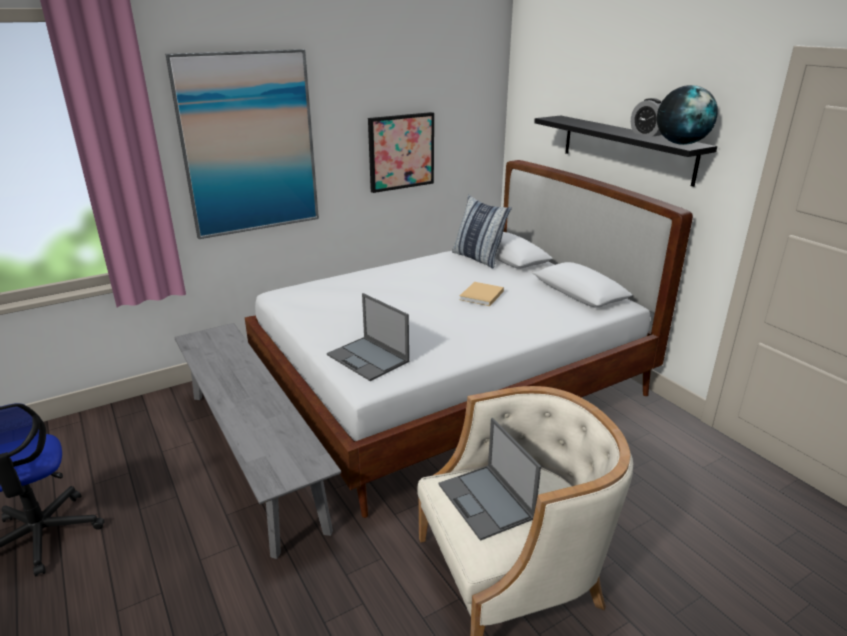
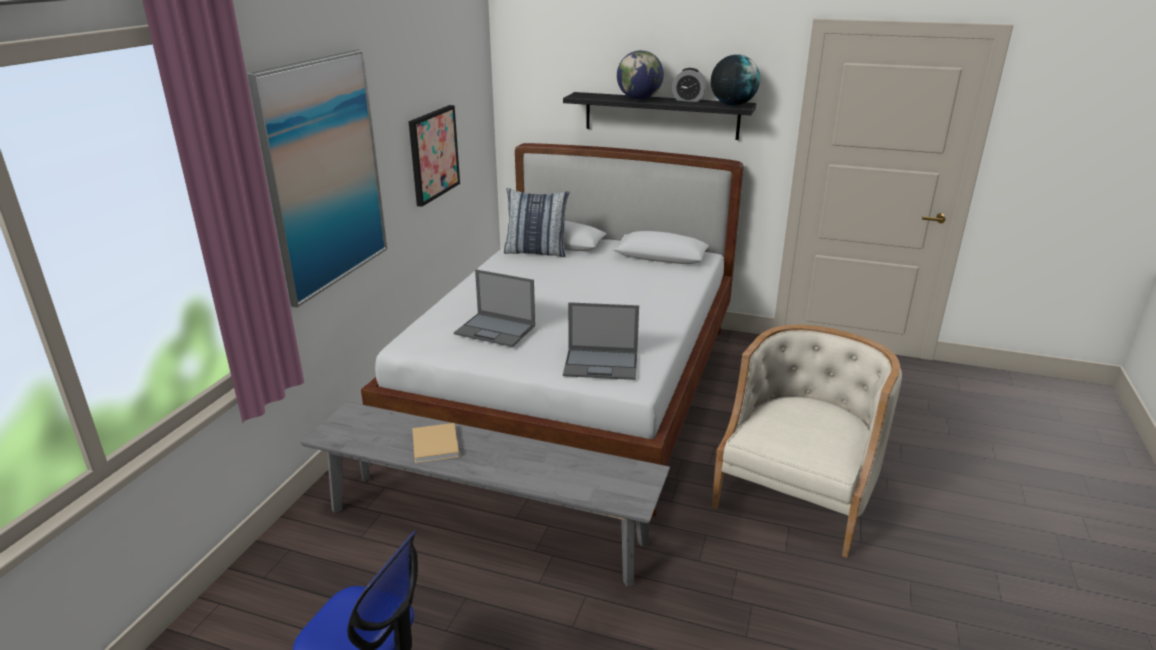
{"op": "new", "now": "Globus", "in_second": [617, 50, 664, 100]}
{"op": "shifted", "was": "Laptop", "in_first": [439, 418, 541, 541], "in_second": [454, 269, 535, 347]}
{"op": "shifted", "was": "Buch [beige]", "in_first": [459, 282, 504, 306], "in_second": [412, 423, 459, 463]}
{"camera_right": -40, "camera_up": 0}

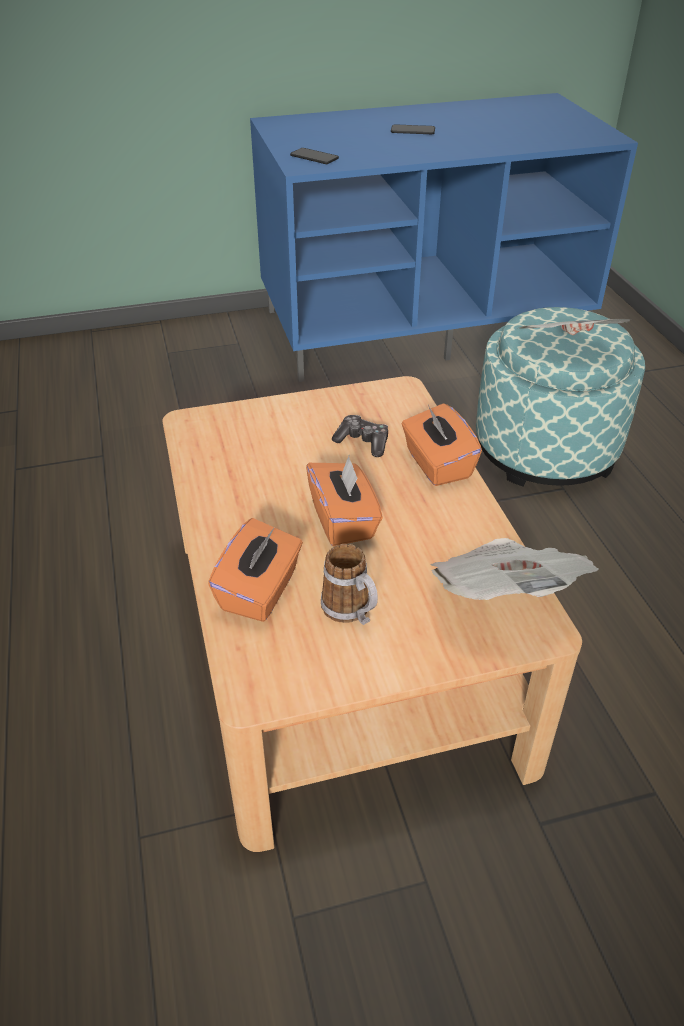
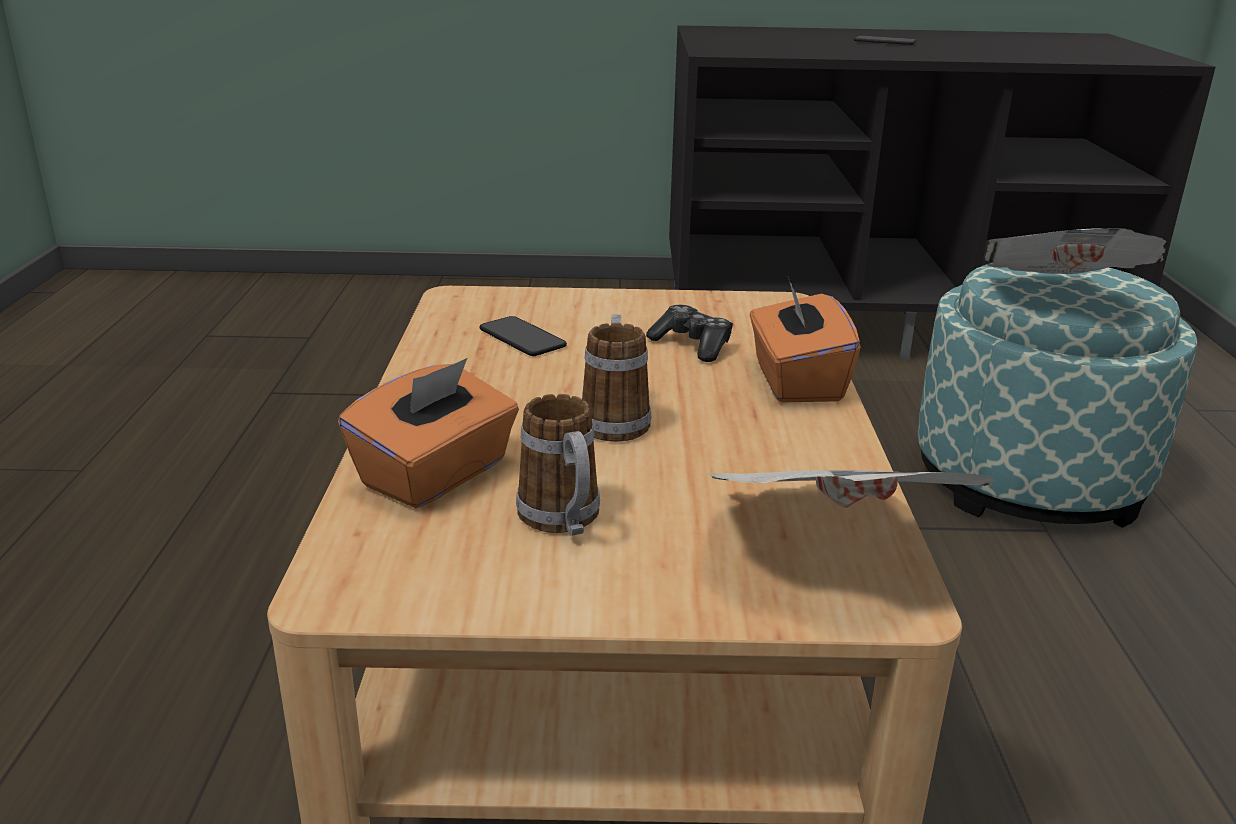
{"op": "shifted", "was": "Handy", "in_first": [290, 148, 339, 164], "in_second": [480, 316, 567, 356]}
{"op": "swapped", "was": "Taschentuchbox [orange]", "now": "Henkelbecher", "in_first": [306, 456, 383, 546], "in_second": [582, 314, 651, 442]}
{"op": "repainted", "was": "Fernsehschrank [blau]", "now": "Fernsehschrank [schwarz]", "in_first": [250, 93, 638, 382], "in_second": [669, 25, 1215, 360]}
{"camera_right": 15, "camera_up": -15}

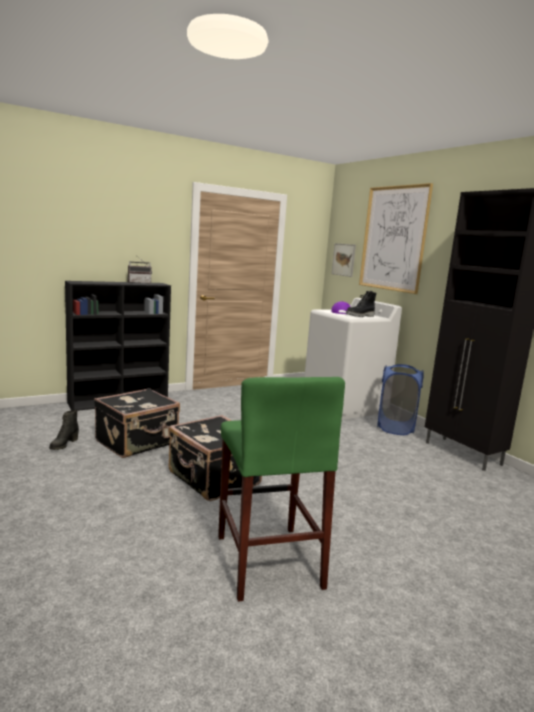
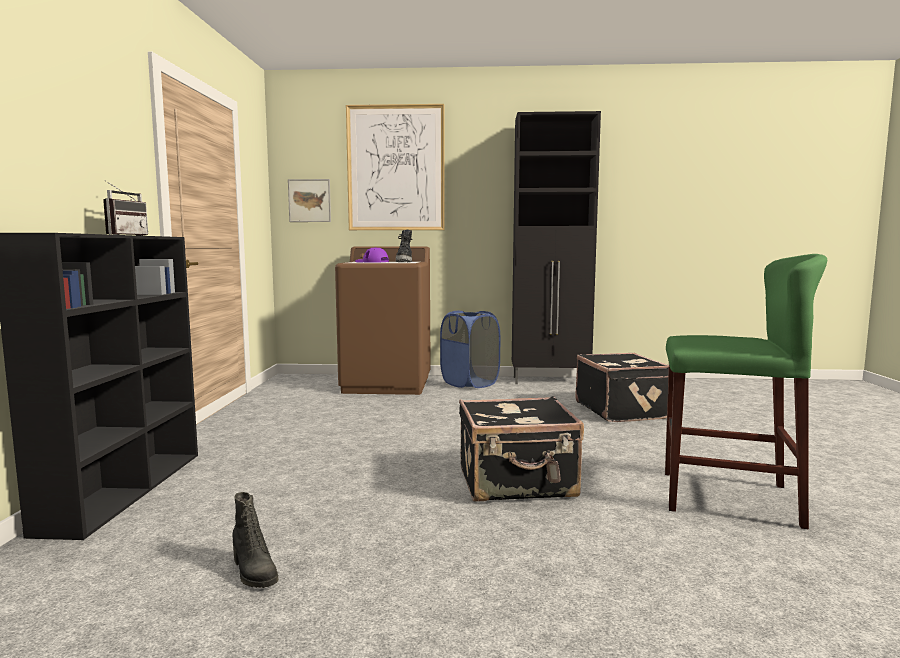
{"op": "shifted", "was": "Koffer [schwarz]", "in_first": [94, 388, 180, 458], "in_second": [575, 353, 669, 422]}
{"op": "repainted", "was": "Waschmaschine [weiß]", "now": "Waschmaschine [braun]", "in_first": [304, 298, 402, 420], "in_second": [335, 246, 431, 395]}
{"camera_right": -55, "camera_up": -5}

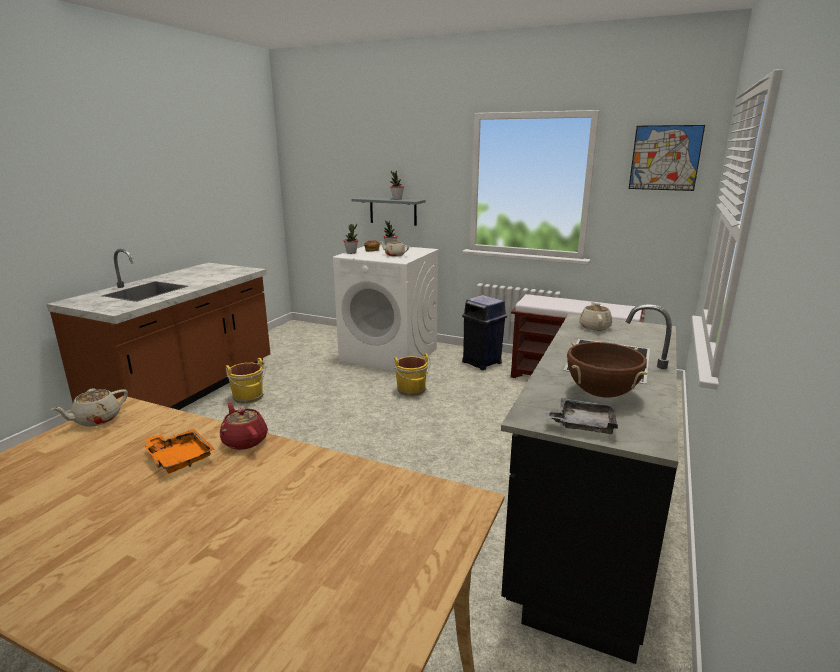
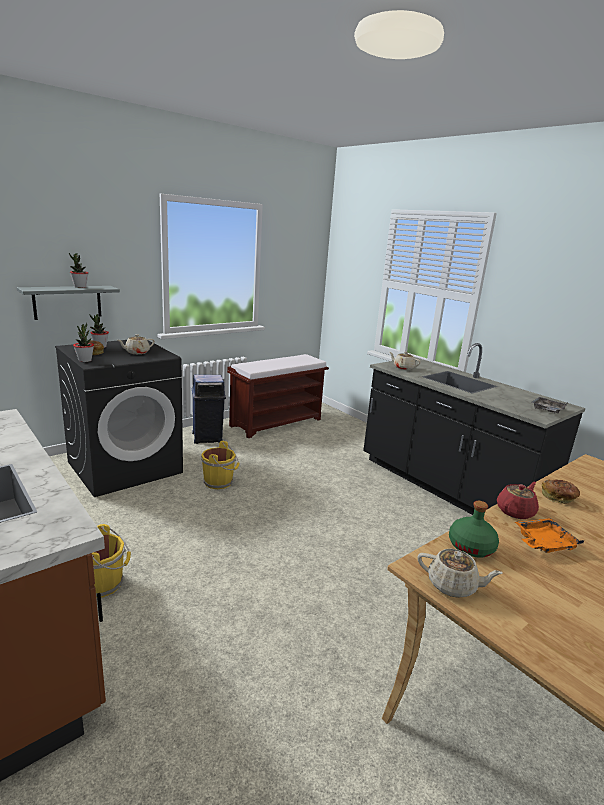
{"op": "gone", "was": "Kochtopf [braun]", "in_first": [567, 342, 648, 398]}
{"op": "gone", "was": "Bild", "in_first": [629, 125, 705, 191]}
{"op": "new", "now": "Flasche [grün]", "in_second": [449, 501, 499, 558]}
{"op": "new", "now": "Brot", "in_second": [542, 479, 580, 504]}
{"op": "repainted", "was": "Waschmaschine [weiß]", "now": "Waschmaschine [schwarz]", "in_first": [333, 244, 439, 372], "in_second": [55, 340, 183, 497]}
{"op": "rotated", "was": "Teekanne [beige]", "in_first": [51, 388, 128, 427], "in_second": [418, 549, 503, 598], "clockwise": -45}
{"op": "rotated", "was": "Teekanne [rot]", "in_first": [220, 402, 268, 450], "in_second": [497, 482, 539, 519], "clockwise": 150}
{"camera_right": -65, "camera_up": 0}

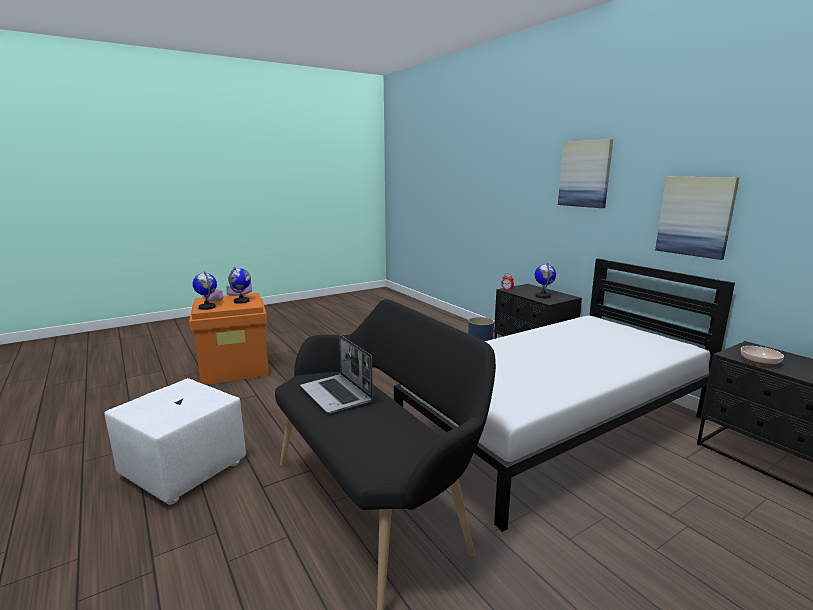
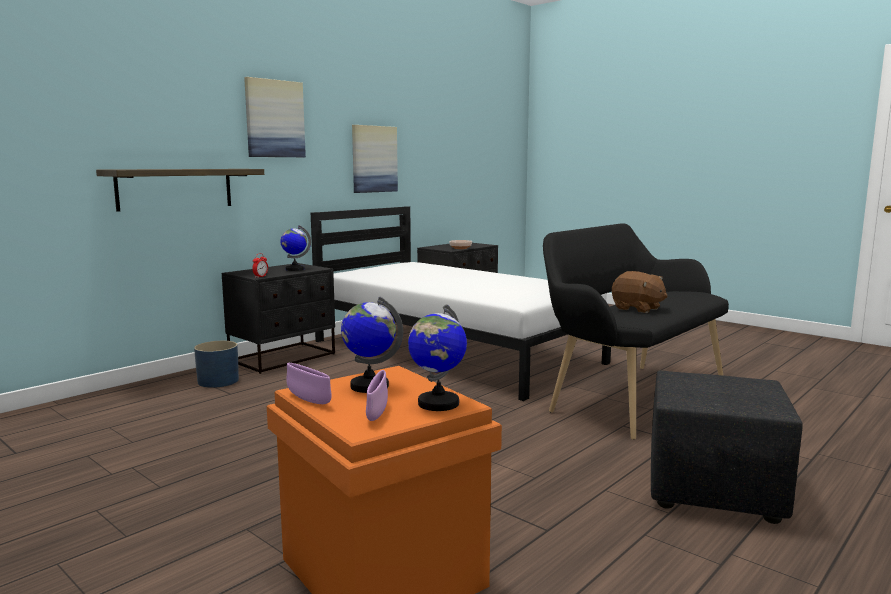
{"op": "new", "now": "Wandregal", "in_second": [96, 169, 264, 212]}
{"op": "swapped", "was": "Laptop", "now": "Plüschtier [braun]", "in_first": [300, 335, 373, 413], "in_second": [612, 271, 667, 313]}
{"op": "repainted", "was": "Polsterhocker [weiß]", "now": "Polsterhocker [schwarz]", "in_first": [104, 378, 246, 505], "in_second": [651, 370, 803, 524]}
{"camera_right": -105, "camera_up": -5}

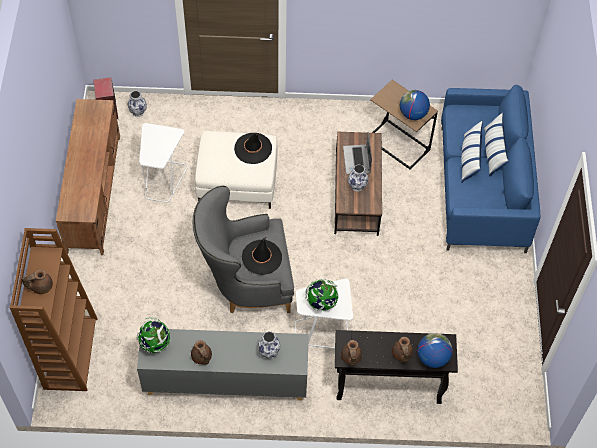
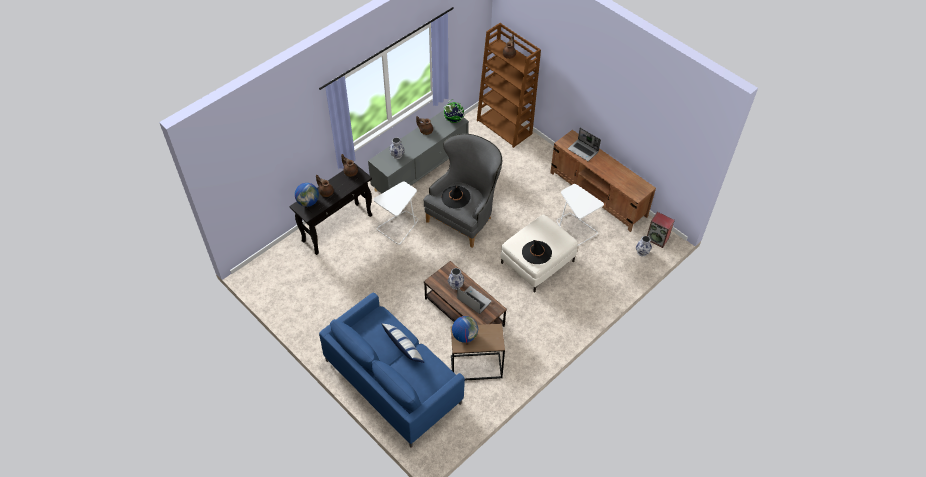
{"op": "gone", "was": "Globus", "in_first": [305, 279, 339, 311]}
{"op": "gone", "was": "Kissen", "in_first": [484, 112, 509, 177]}
{"op": "new", "now": "Laptop", "in_second": [568, 128, 601, 161]}
{"camera_right": 135, "camera_up": -5}

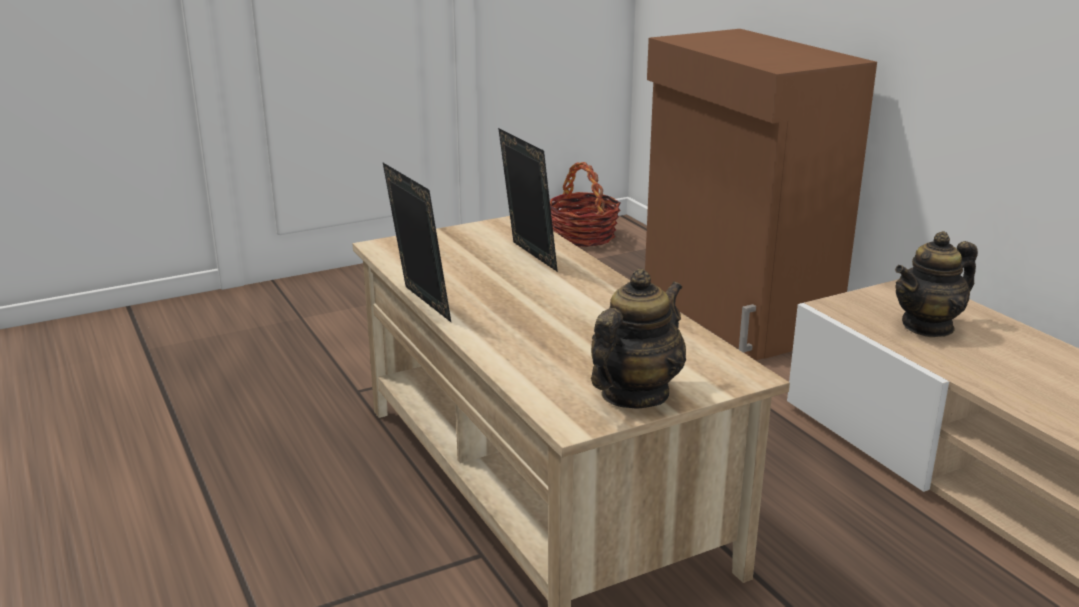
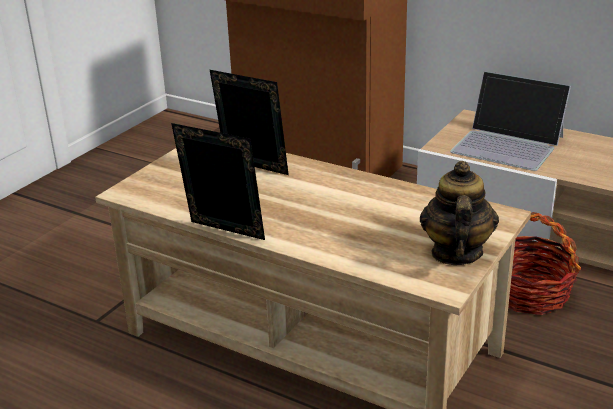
{"op": "shifted", "was": "Korb", "in_first": [550, 162, 621, 247], "in_second": [508, 212, 581, 315]}
{"op": "swapped", "was": "Teekanne", "now": "Laptop", "in_first": [895, 231, 978, 337], "in_second": [450, 71, 571, 171]}
{"camera_right": -30, "camera_up": 5}

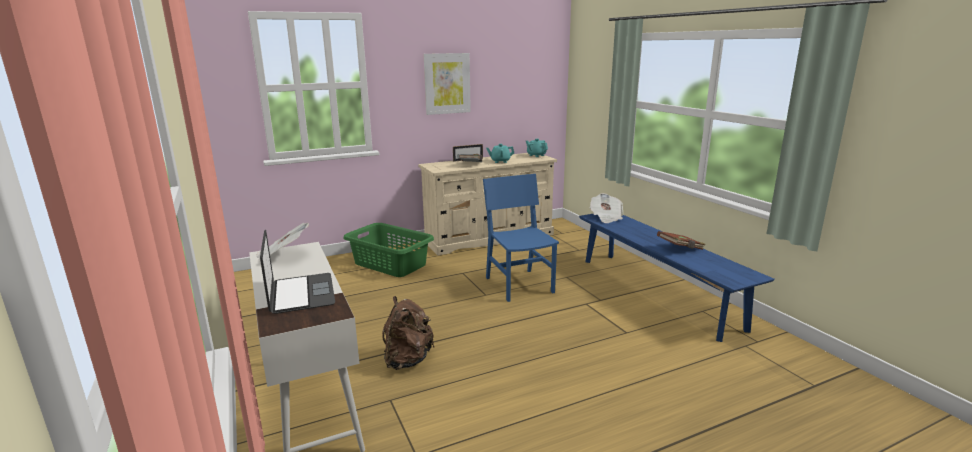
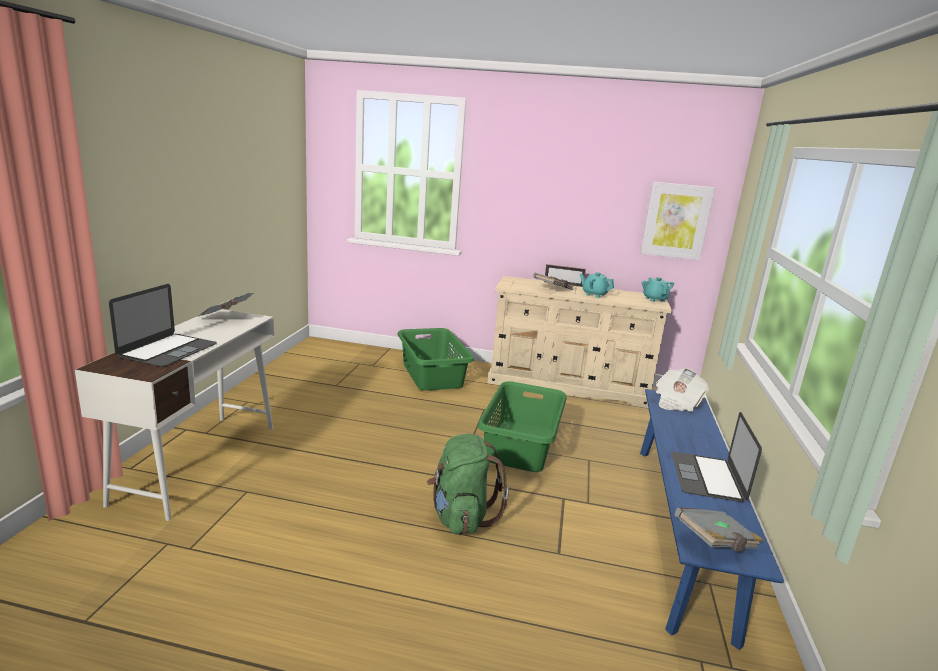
{"op": "gone", "was": "Rucksack [braun]", "in_first": [382, 296, 434, 370]}
{"op": "new", "now": "Rucksack [grün]", "in_second": [427, 434, 509, 535]}
{"op": "new", "now": "Buch [grau]", "in_second": [675, 507, 764, 552]}
{"op": "shifted", "was": "Bild", "in_first": [424, 53, 471, 115], "in_second": [640, 182, 715, 260]}
{"op": "swapped", "was": "Stuhl [blau]", "now": "Wäschekorb [grün]", "in_first": [483, 174, 559, 302], "in_second": [478, 381, 567, 472]}
{"op": "swapped", "was": "Buch [braun]", "now": "Laptop", "in_first": [657, 231, 706, 250], "in_second": [671, 412, 762, 502]}
{"camera_right": 35, "camera_up": 0}

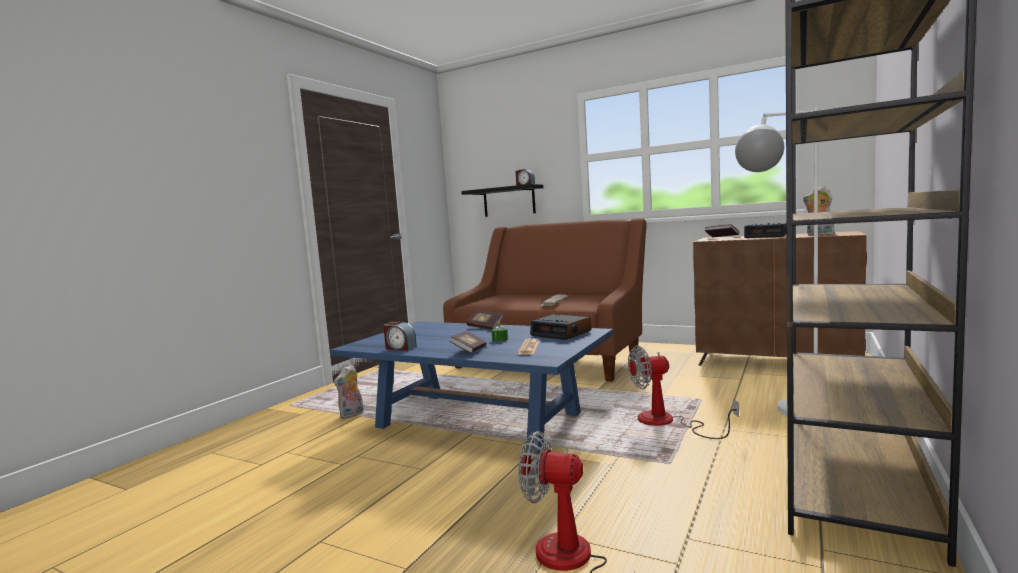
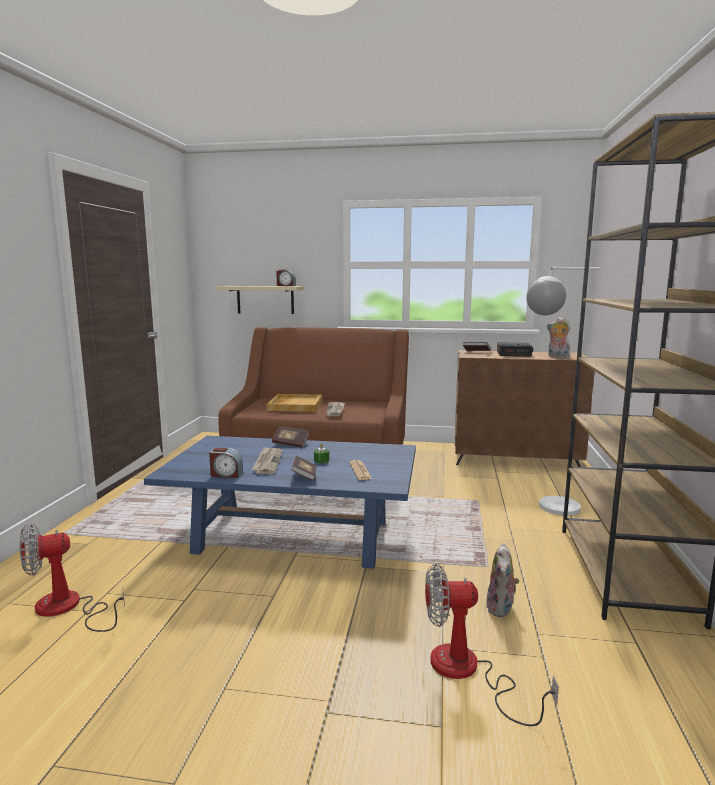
{"op": "gone", "was": "Wecker", "in_first": [530, 314, 591, 340]}
{"op": "new", "now": "Zeitung", "in_second": [251, 447, 283, 474]}
{"op": "new", "now": "Tablett [beige]", "in_second": [267, 394, 322, 412]}
{"op": "shifted", "was": "Plüschtier", "in_first": [334, 364, 364, 419], "in_second": [487, 543, 520, 617]}
{"op": "shifted", "was": "Ventilator", "in_first": [628, 345, 739, 439], "in_second": [19, 524, 125, 632]}
{"op": "repainted", "was": "Wandregal [schwarz]", "now": "Wandregal [beige]", "in_first": [461, 184, 543, 217], "in_second": [217, 286, 303, 314]}
{"camera_right": -20, "camera_up": 5}

